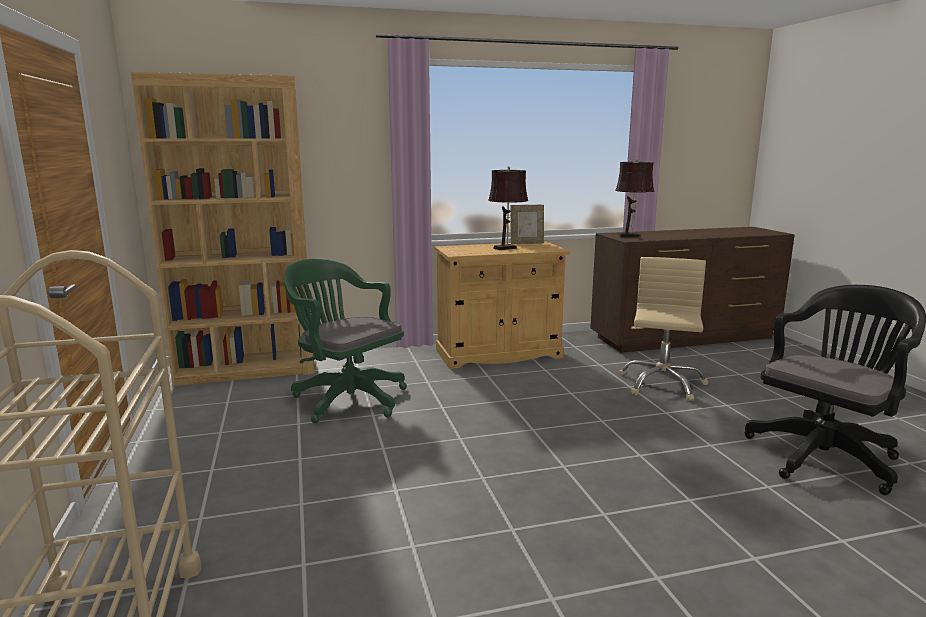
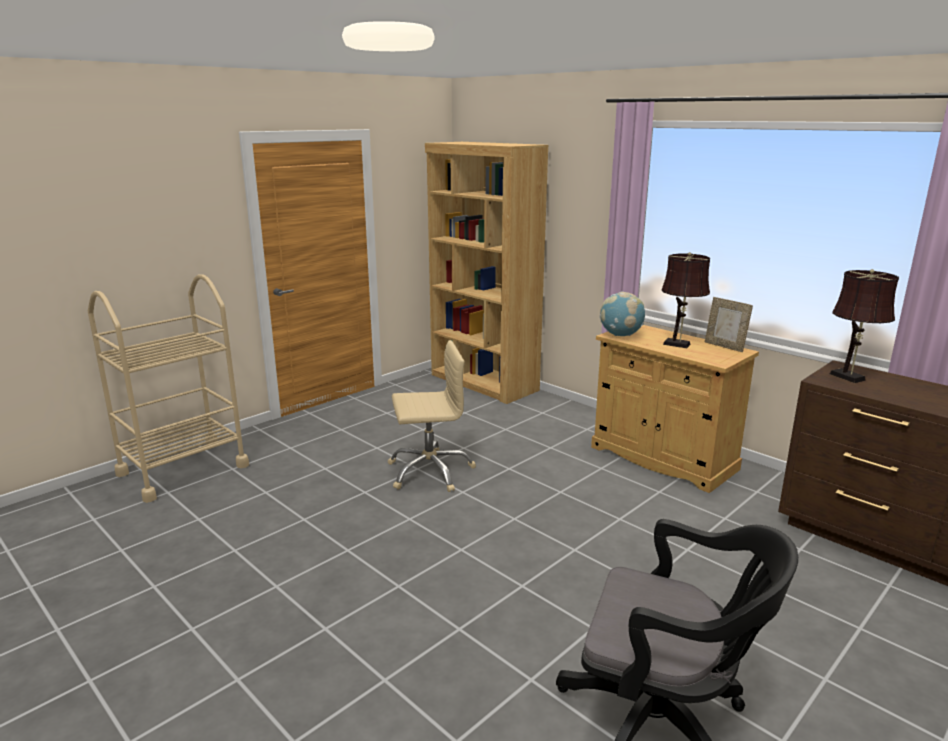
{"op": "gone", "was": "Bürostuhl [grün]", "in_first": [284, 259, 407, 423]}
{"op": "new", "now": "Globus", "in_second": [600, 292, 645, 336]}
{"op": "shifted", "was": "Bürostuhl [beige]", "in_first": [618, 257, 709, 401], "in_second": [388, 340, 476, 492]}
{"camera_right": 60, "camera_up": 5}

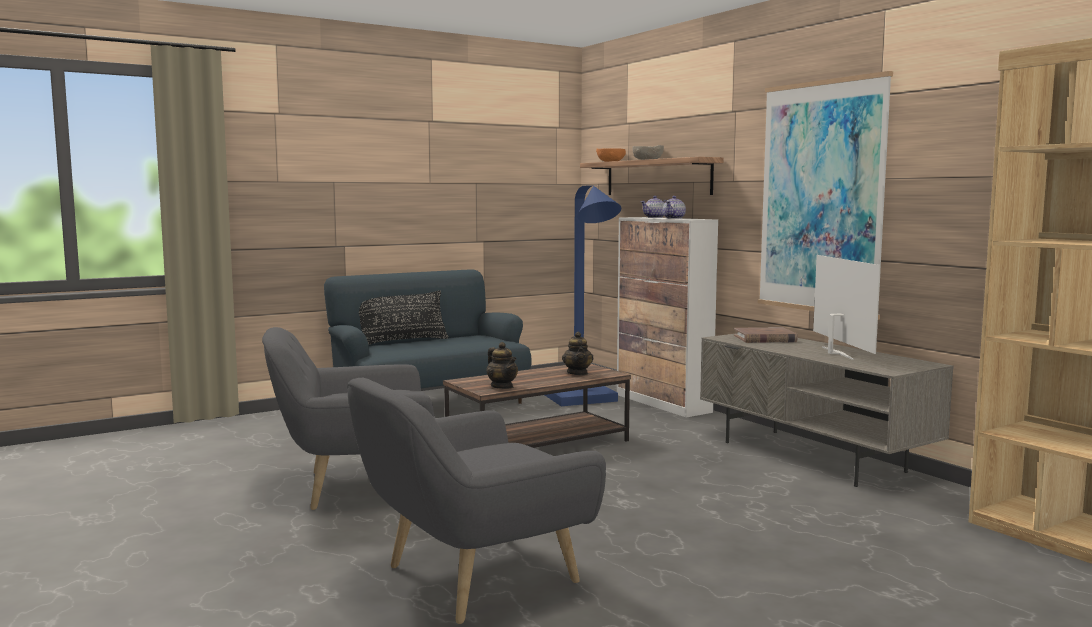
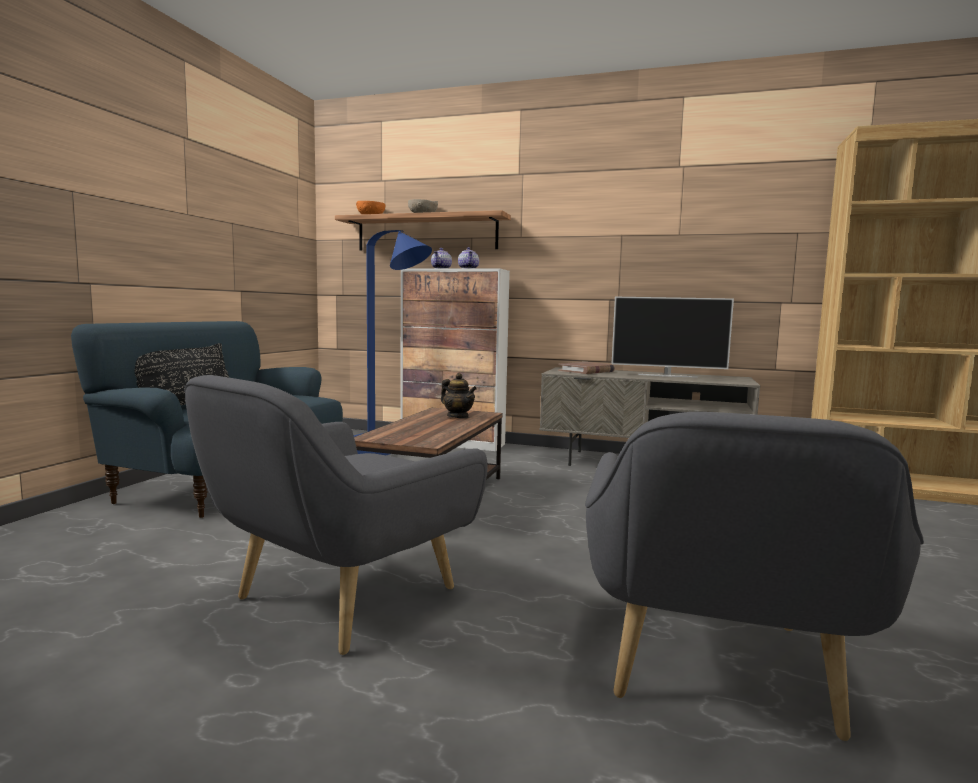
{"op": "gone", "was": "Teekanne", "in_first": [486, 342, 518, 389]}
{"op": "gone", "was": "Bild", "in_first": [758, 71, 893, 320]}
{"op": "rotated", "was": "Fernseher", "in_first": [813, 255, 881, 360], "in_second": [612, 297, 734, 378], "clockwise": 150}
{"camera_right": -40, "camera_up": 0}

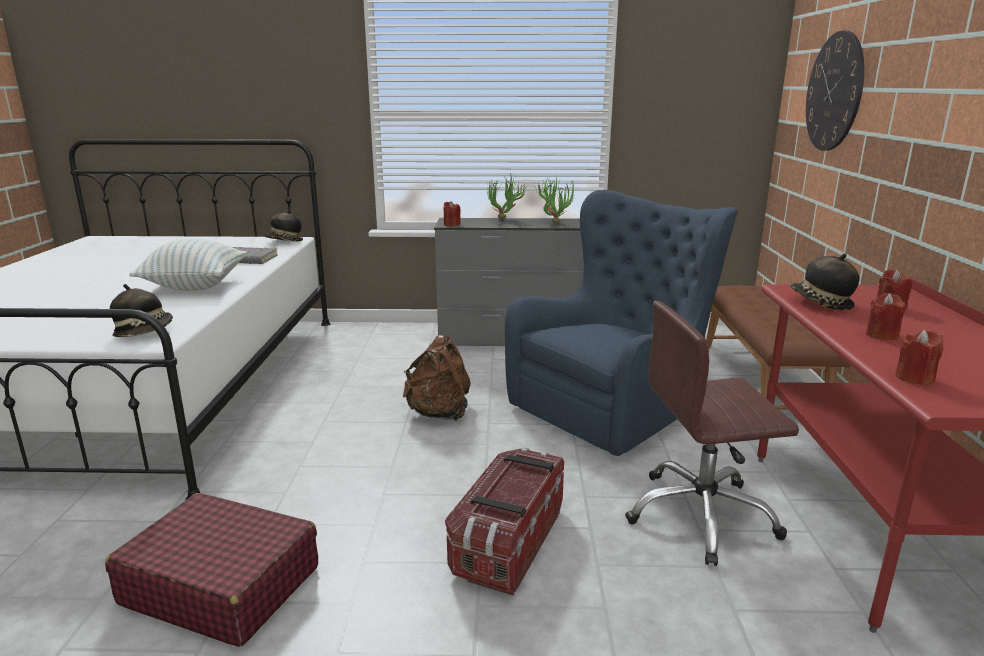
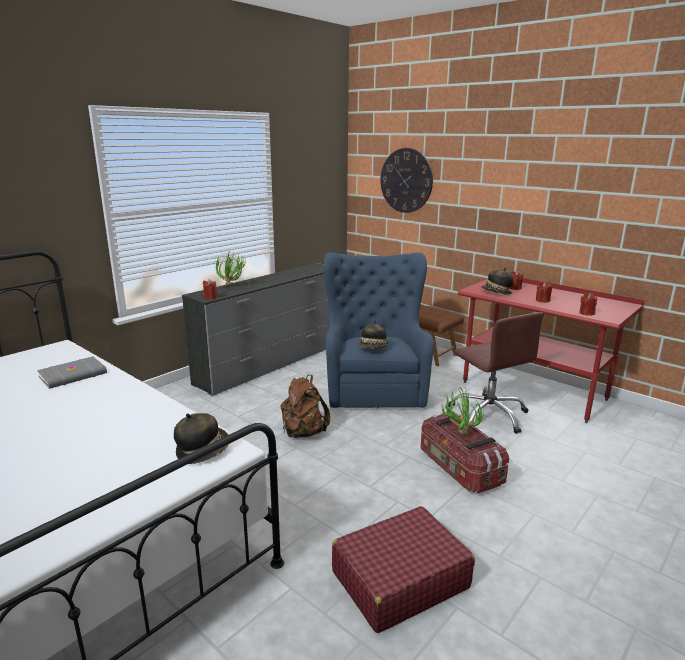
{"op": "gone", "was": "Kissen", "in_first": [129, 238, 247, 290]}
{"op": "shifted", "was": "Hut", "in_first": [264, 209, 303, 242], "in_second": [359, 320, 389, 349]}
{"op": "shifted", "was": "Topfpflanze", "in_first": [535, 177, 575, 224], "in_second": [441, 387, 484, 435]}
{"op": "rotated", "was": "Bürostuhl [braun]", "in_first": [625, 301, 799, 566], "in_second": [449, 312, 544, 434], "clockwise": -60}
{"camera_right": -50, "camera_up": 0}

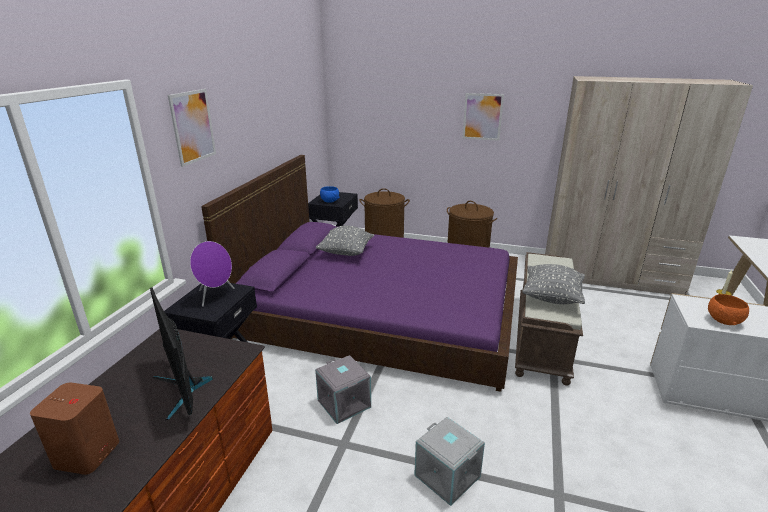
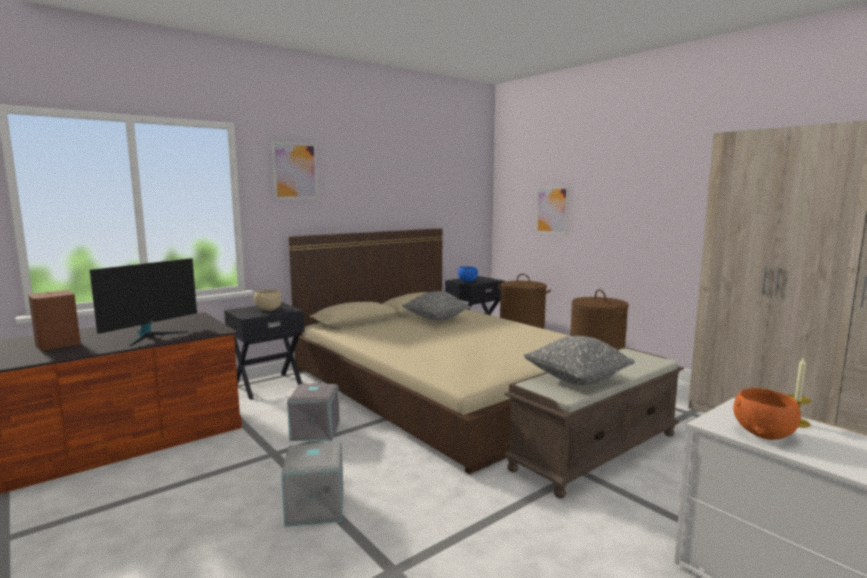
{"op": "shifted", "was": "Bild", "in_first": [462, 93, 504, 141], "in_second": [536, 187, 569, 235]}
{"op": "swapped", "was": "Lautsprecher [lila]", "now": "Schüssel [beige]", "in_first": [190, 241, 234, 307], "in_second": [254, 290, 282, 311]}
{"op": "repainted", "was": "Bett [lila]", "now": "Bett [beige]", "in_first": [201, 155, 518, 392], "in_second": [289, 228, 570, 474]}
{"op": "rotated", "was": "Monitor", "in_first": [150, 287, 213, 420], "in_second": [90, 258, 197, 346], "clockwise": -150}
{"camera_right": 35, "camera_up": -15}

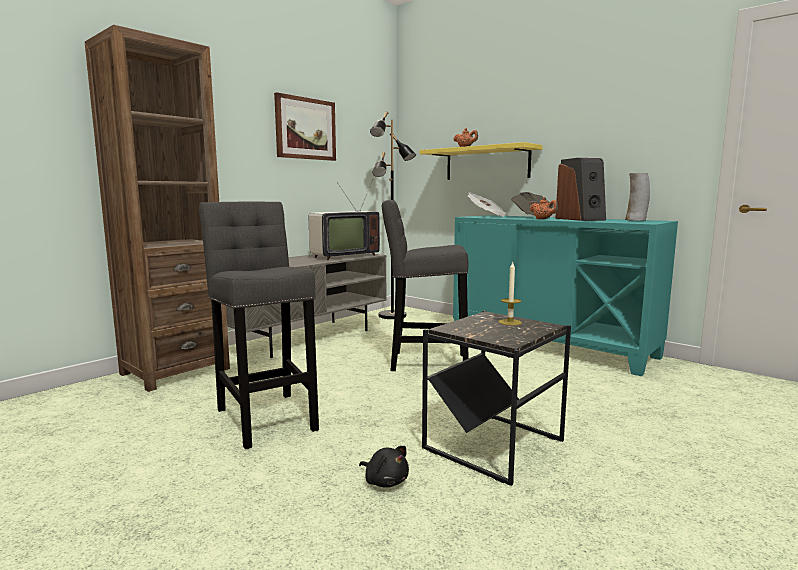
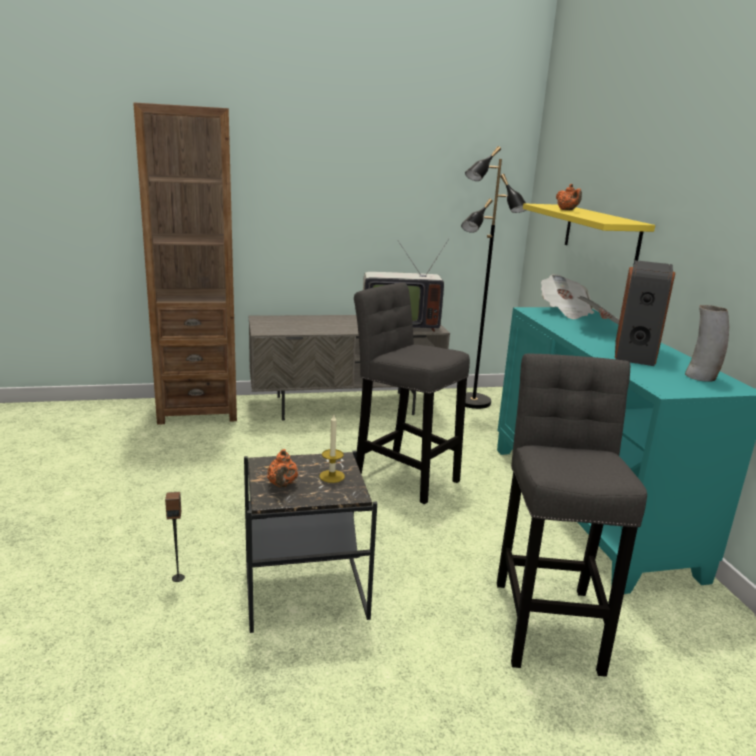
{"op": "gone", "was": "Bild", "in_first": [274, 92, 336, 161]}
{"op": "shifted", "was": "Hocker [grau]", "in_first": [199, 202, 319, 449], "in_second": [497, 354, 647, 677]}
{"op": "shifted", "was": "Teekanne [orange]", "in_first": [530, 197, 558, 219], "in_second": [267, 449, 298, 487]}
{"op": "swapped", "was": "Plüschtier [schwarz]", "now": "Lautsprecher", "in_first": [359, 446, 409, 487], "in_second": [165, 492, 185, 582]}
{"camera_right": 35, "camera_up": 10}

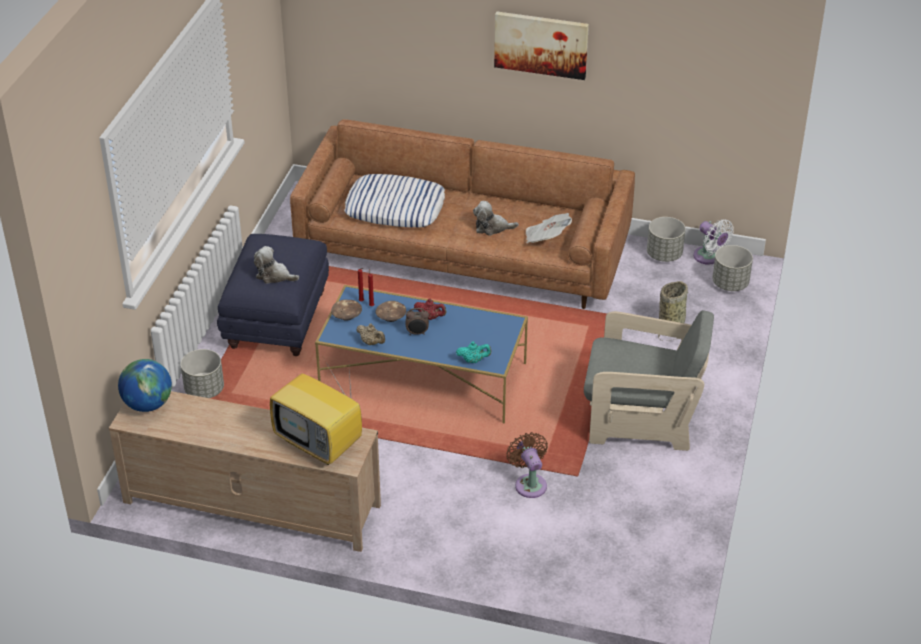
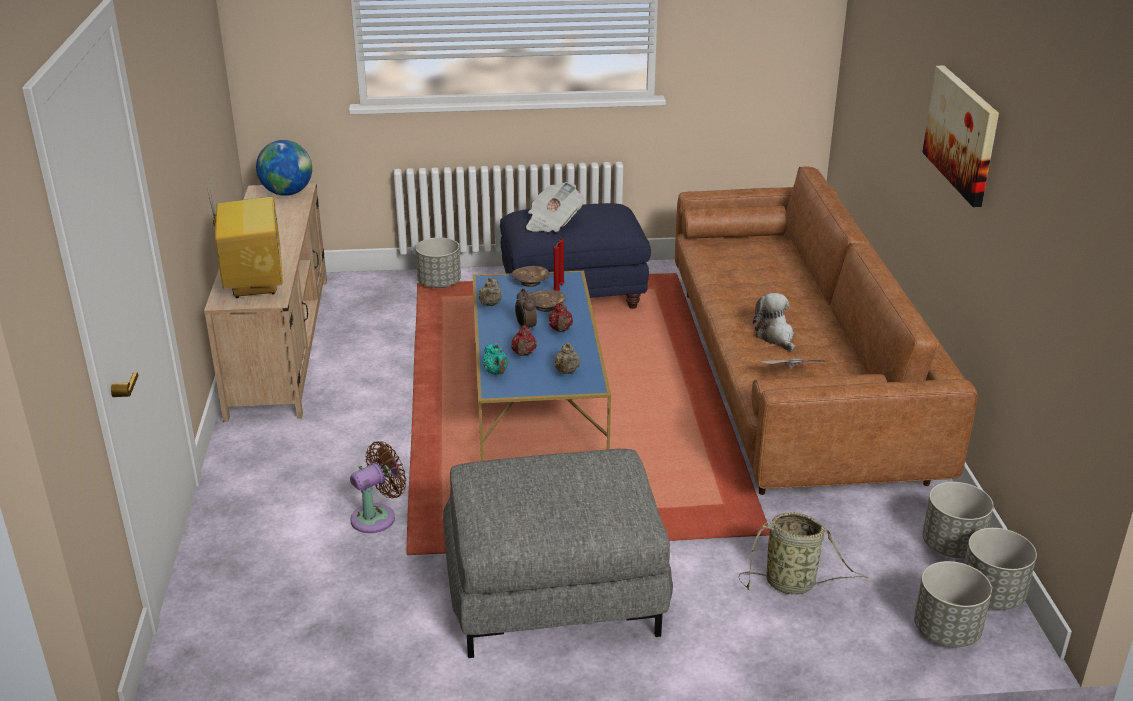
{"op": "gone", "was": "Kissen", "in_first": [344, 174, 445, 227]}
{"op": "new", "now": "Teekanne [rot]", "in_second": [511, 325, 537, 356]}
{"op": "new", "now": "Teekanne [beige]", "in_second": [555, 342, 580, 374]}
{"op": "swapped", "was": "Plüschtier", "now": "Zeitung", "in_first": [254, 246, 299, 284], "in_second": [526, 182, 583, 232]}
{"op": "swapped", "was": "Sessel [grau]", "now": "Polsterhocker [grau]", "in_first": [584, 310, 714, 451], "in_second": [443, 449, 673, 658]}
{"op": "swapped", "was": "Ventilator [weiß]", "now": "Pflanzkübel [grau]", "in_first": [693, 219, 734, 265], "in_second": [964, 528, 1037, 610]}
{"op": "rotated", "was": "Fernseher", "in_first": [270, 357, 362, 465], "in_second": [206, 164, 283, 298], "clockwise": 150}
{"camera_right": 70, "camera_up": -10}

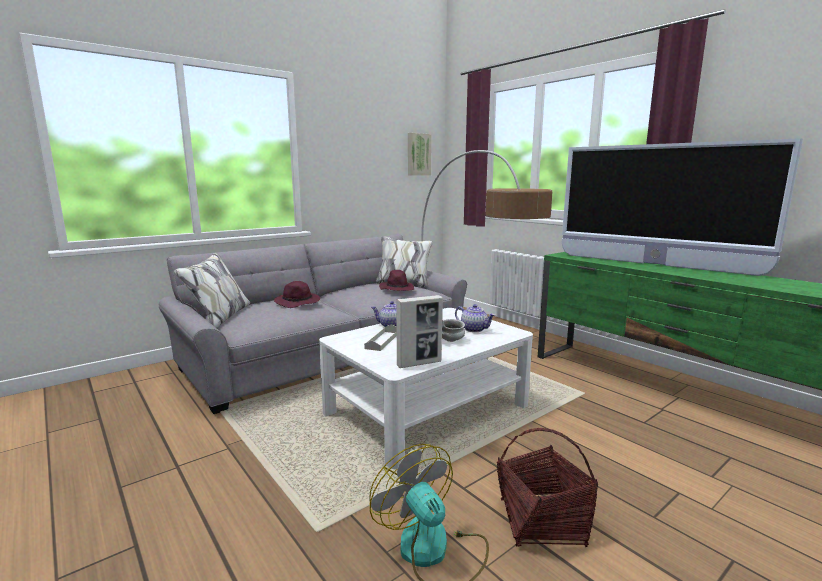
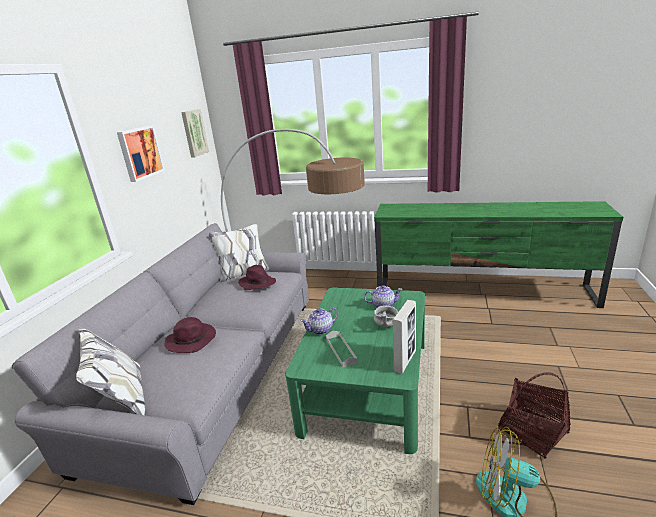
{"op": "gone", "was": "Fernseher", "in_first": [562, 138, 803, 276]}
{"op": "new", "now": "Bild", "in_second": [117, 125, 165, 182]}
{"op": "repainted", "was": "Couchtisch [weiß]", "now": "Couchtisch [grün]", "in_first": [319, 308, 533, 469], "in_second": [285, 287, 425, 454]}
{"camera_right": -35, "camera_up": 10}

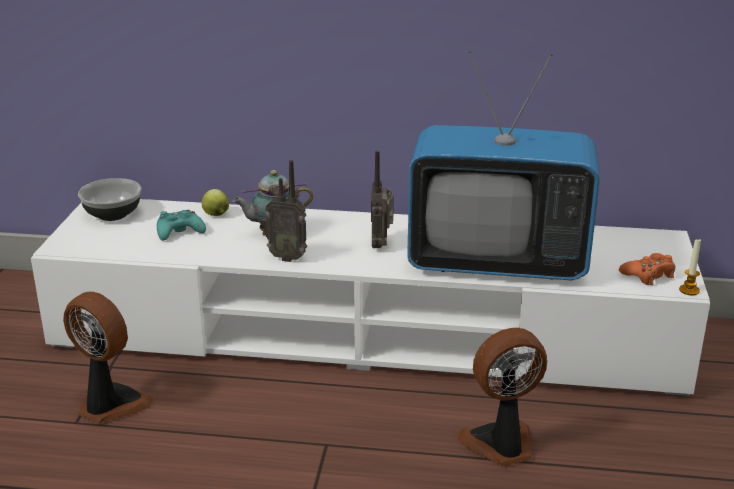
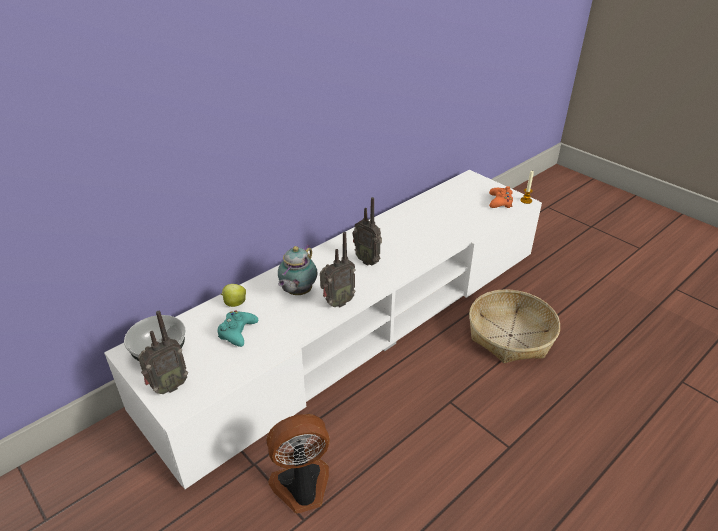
{"op": "gone", "was": "Fernseher", "in_first": [407, 50, 600, 280]}
{"op": "new", "now": "Radio", "in_second": [138, 311, 188, 394]}
{"op": "swapped", "was": "Ventilator", "now": "Korb", "in_first": [458, 328, 547, 466], "in_second": [469, 289, 560, 363]}
{"camera_right": -50, "camera_up": 10}

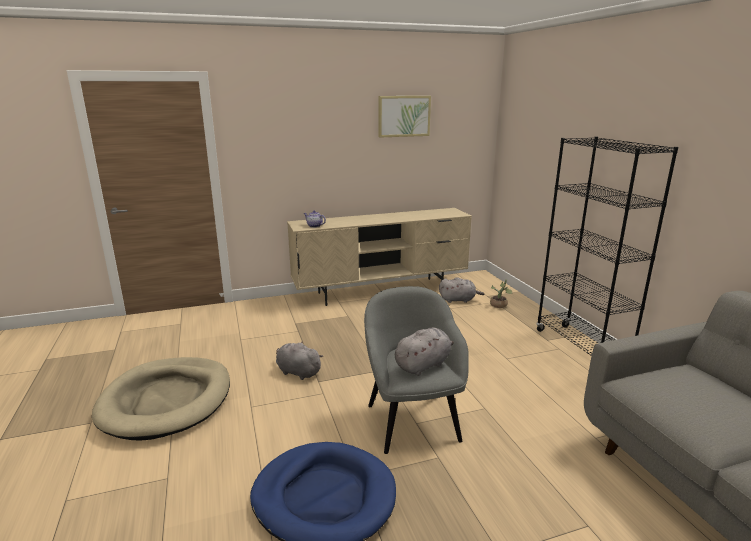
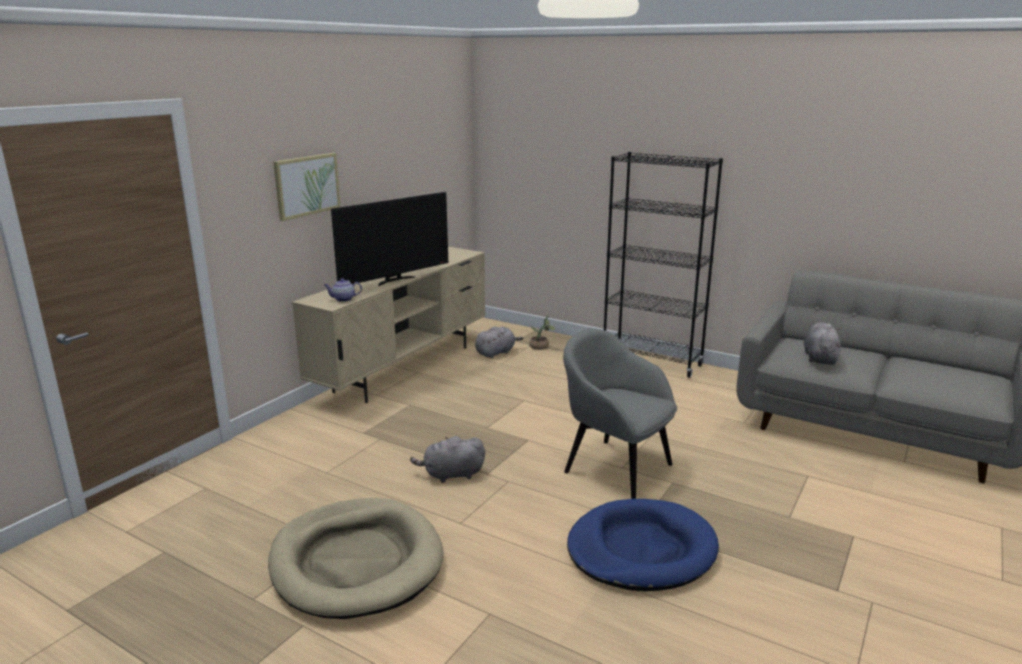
{"op": "new", "now": "Fernseher", "in_second": [331, 192, 448, 286]}
{"op": "shifted", "was": "Bild", "in_first": [378, 96, 431, 138], "in_second": [273, 153, 340, 221]}
{"op": "shifted", "was": "Plüschtier [grau]", "in_first": [395, 327, 454, 376], "in_second": [804, 323, 841, 365]}
{"camera_right": -40, "camera_up": 0}

